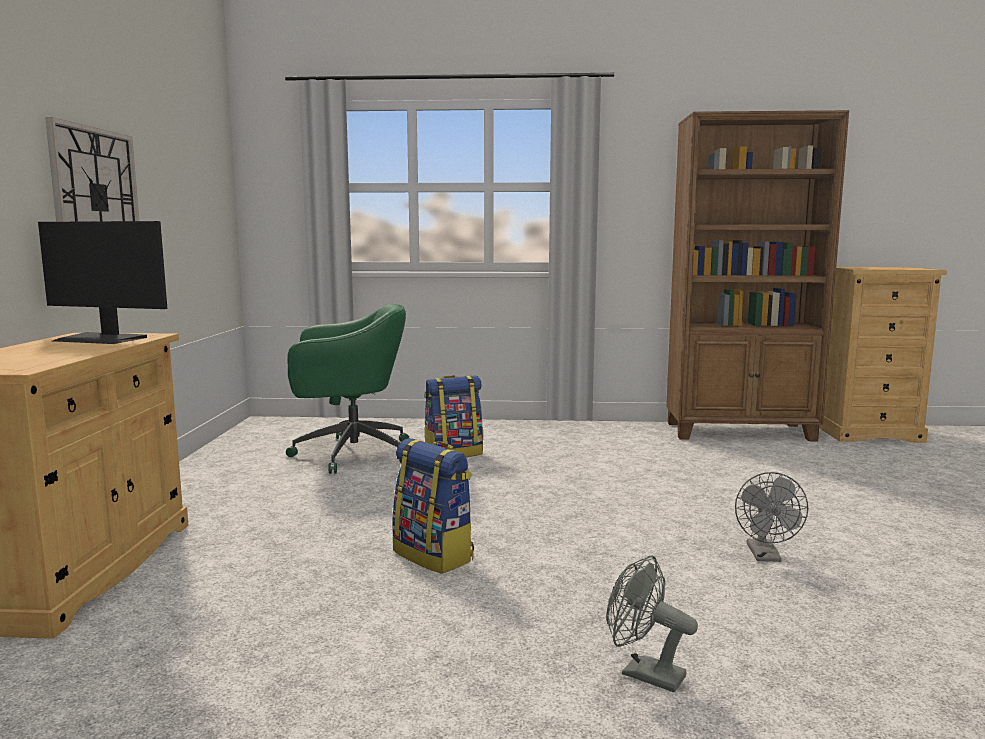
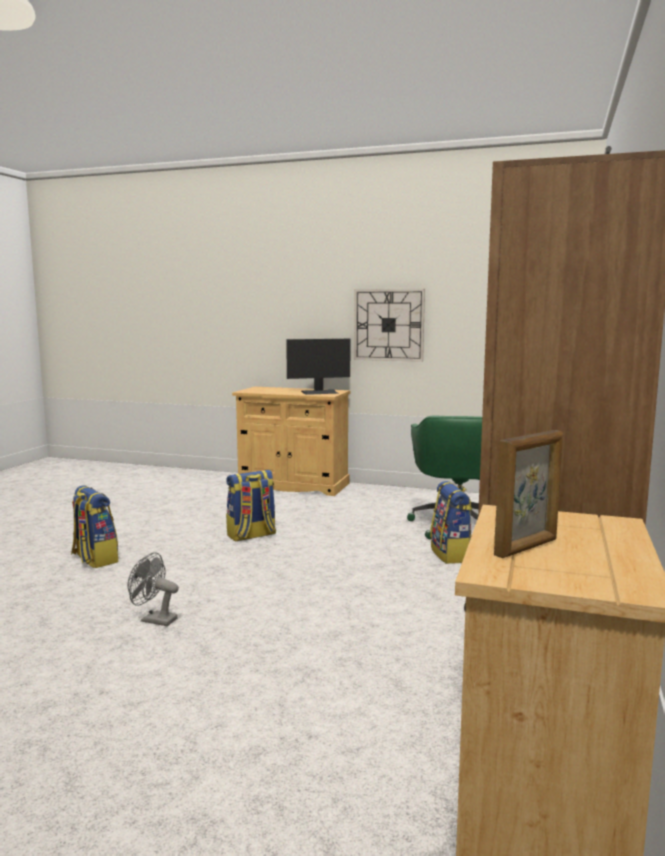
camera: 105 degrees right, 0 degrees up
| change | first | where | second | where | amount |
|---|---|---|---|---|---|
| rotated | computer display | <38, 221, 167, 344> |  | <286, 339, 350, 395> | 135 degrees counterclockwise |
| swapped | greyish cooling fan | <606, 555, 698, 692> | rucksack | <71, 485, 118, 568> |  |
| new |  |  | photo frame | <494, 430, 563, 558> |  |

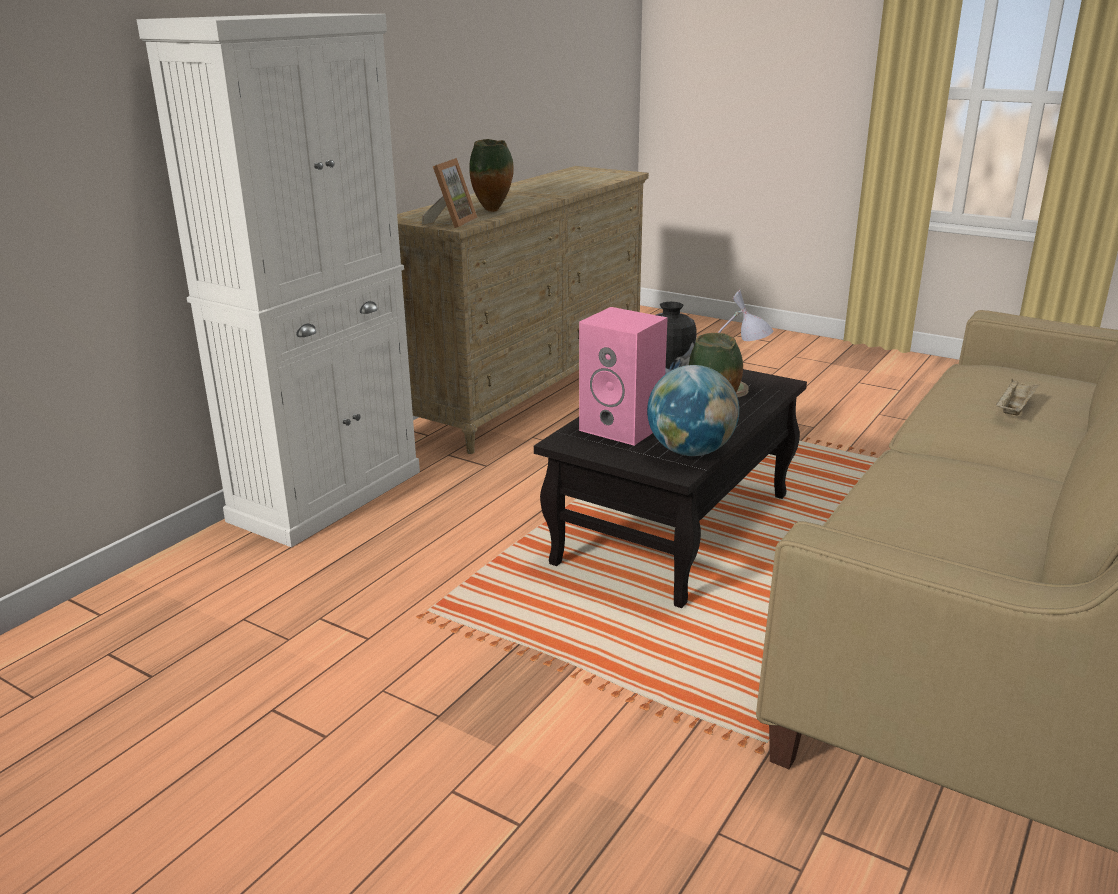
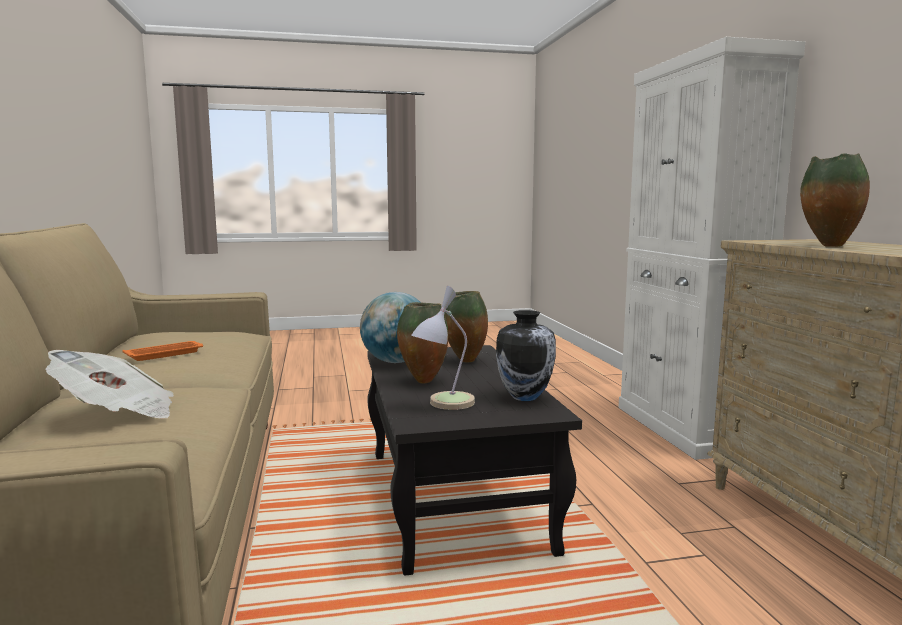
camera: 135 degrees right, 15 degrees down
| change | first | where | second | where | amount |
|---|---|---|---|---|---|
| gone | photo frame | <422, 158, 478, 228> |  |  |  |
| swapped | pinkish speaker | <579, 307, 668, 446> | flower vase | <444, 291, 488, 363> |  |
| swapped | beige-coloured tray | <996, 379, 1040, 415> | newspaper | <45, 350, 174, 419> |  |
| new |  |  | orange-coloured tray | <122, 341, 203, 361> |  |

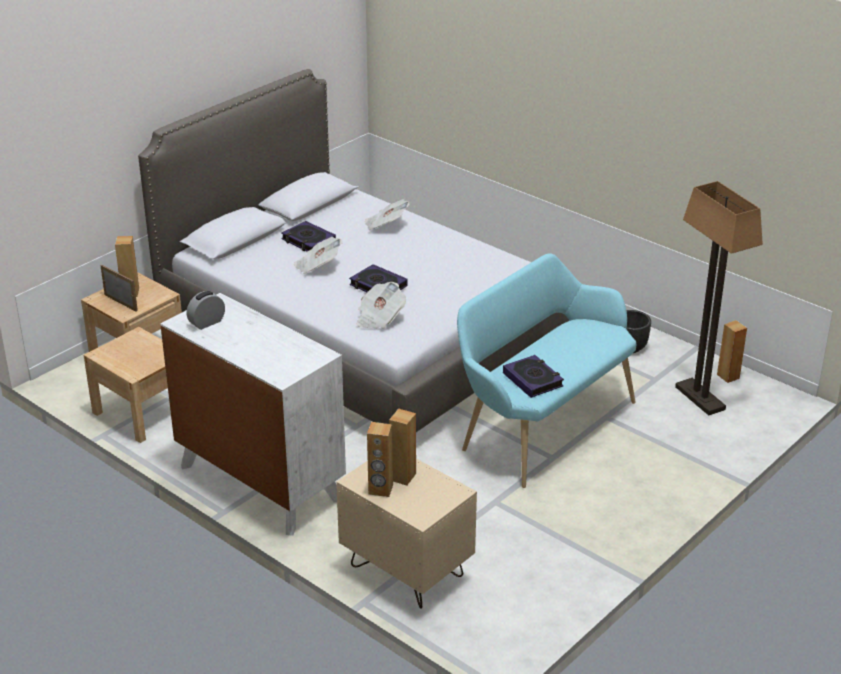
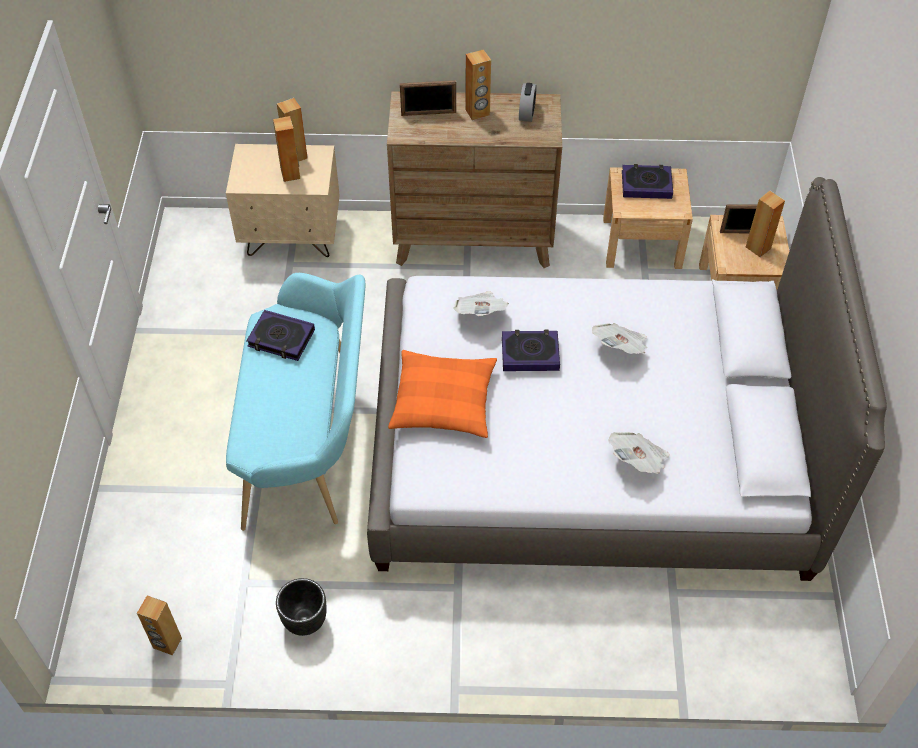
camera: 140 degrees right, 20 degrees up
| change | first | where | second | where | amount |
|---|---|---|---|---|---|
| gone | floor lamp | <675, 181, 763, 415> |  |  |  |
| shifted | volume | <281, 221, 336, 251> |  | <622, 164, 673, 199> |  |
| repainted | whitish drawer chest | <160, 293, 346, 536> | brownish drawer chest | <387, 91, 562, 268> |  |
| new |  |  | brownish speaker | <465, 50, 491, 120> |  |
| new |  |  | photo frame | <400, 80, 456, 116> |  |
| new |  |  | orange-coloured throw pillow | <388, 350, 497, 438> |  |

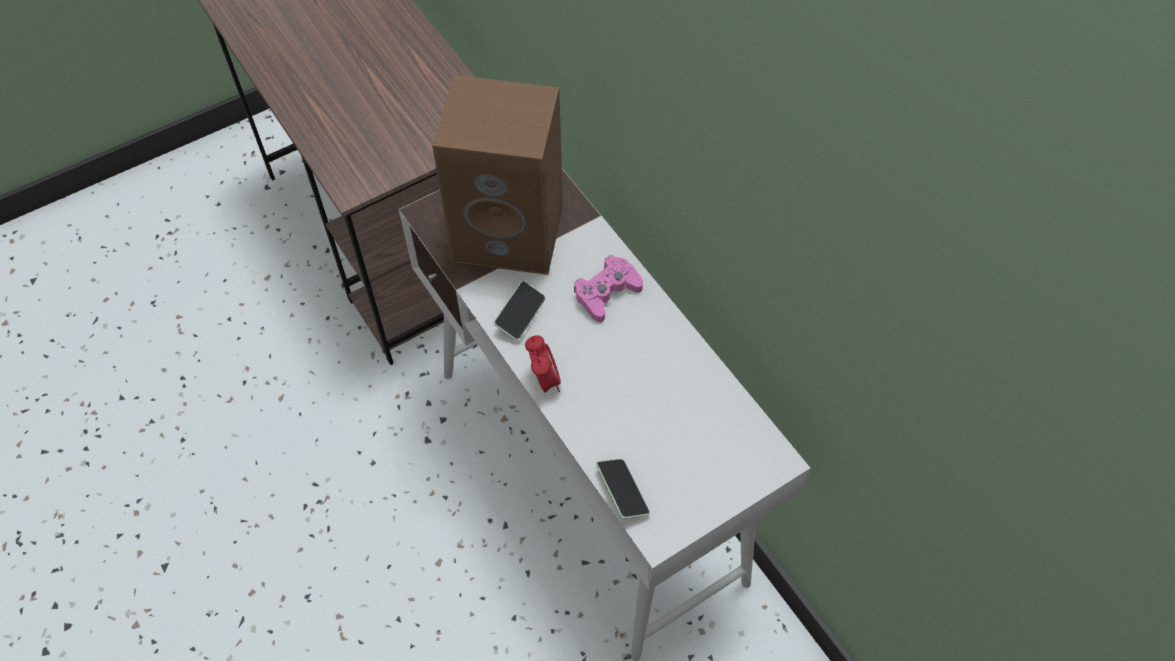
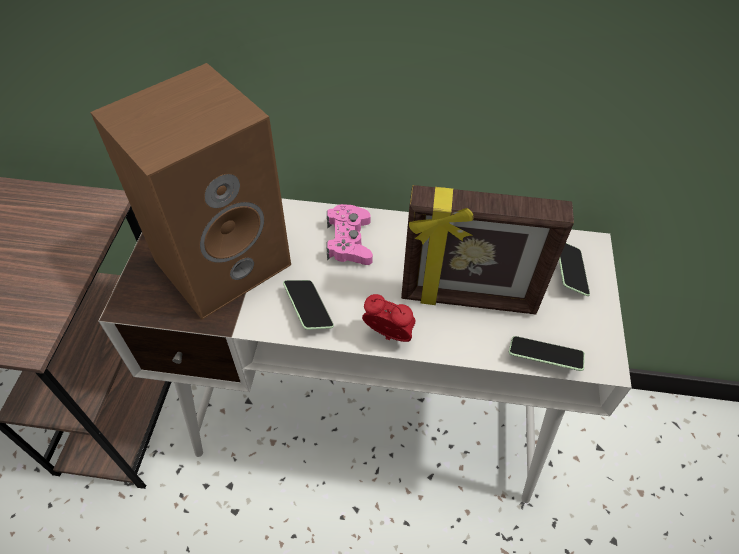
camera: 50 degrees left, 5 degrees down
| change | first | where | second | where | amount |
|---|---|---|---|---|---|
| new |  |  | photo frame | <401, 185, 574, 314> |  |
| new |  |  | handset | <559, 243, 590, 296> |  |

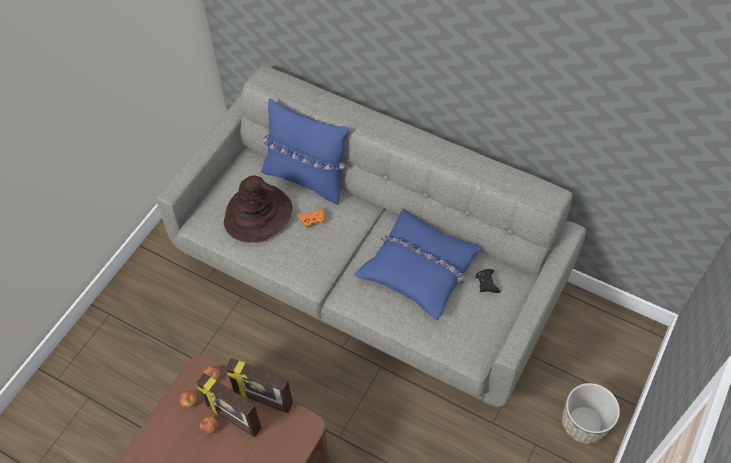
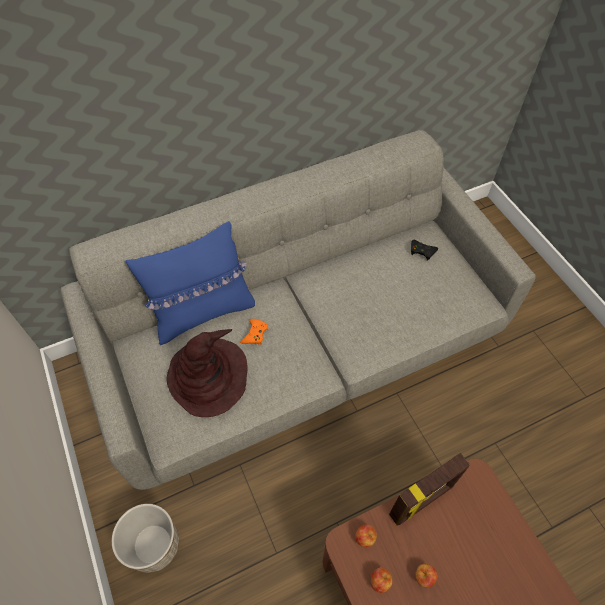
camera: 55 degrees left, 0 degrees up
| change | first | where | second | where | amount |
|---|---|---|---|---|---|
| gone | blue throw pillow | <354, 209, 482, 320> |  |  |  |
| gone | photo frame | <197, 373, 262, 437> |  |  |  |
| shifted | plant pot | <562, 383, 620, 444> |  | <112, 504, 179, 573> |  |

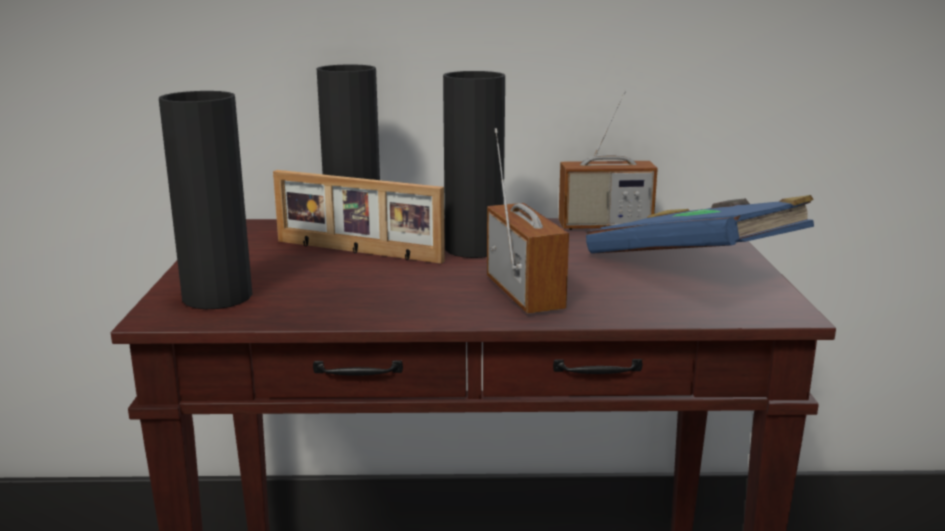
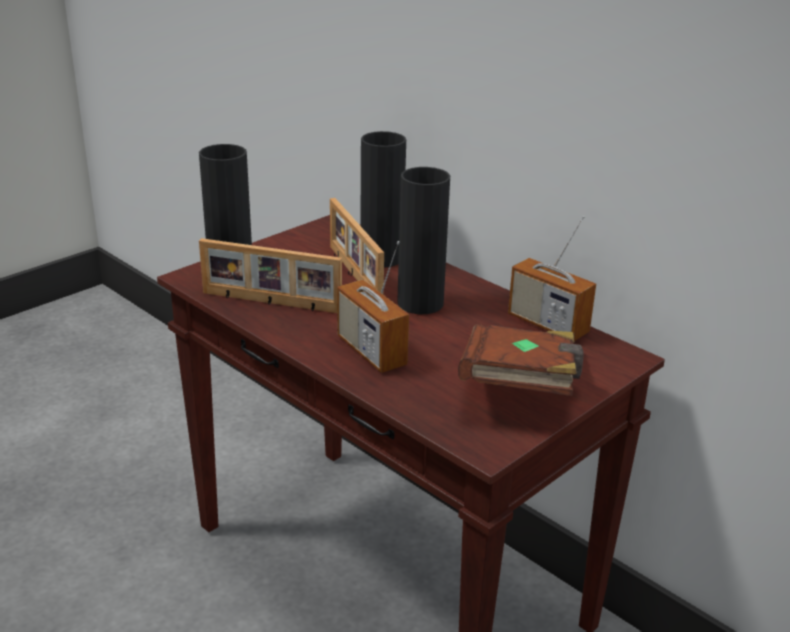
camera: 45 degrees right, 10 degrees up
| change | first | where | second | where | amount |
|---|---|---|---|---|---|
| rotated | radio set | <487, 128, 569, 313> |  | <337, 241, 409, 373> | 120 degrees clockwise |
| repainted | blue volume | <586, 195, 814, 254> | brownish volume | <458, 324, 584, 396> |  |
| new |  |  | photo frame | <199, 238, 342, 313> |  |

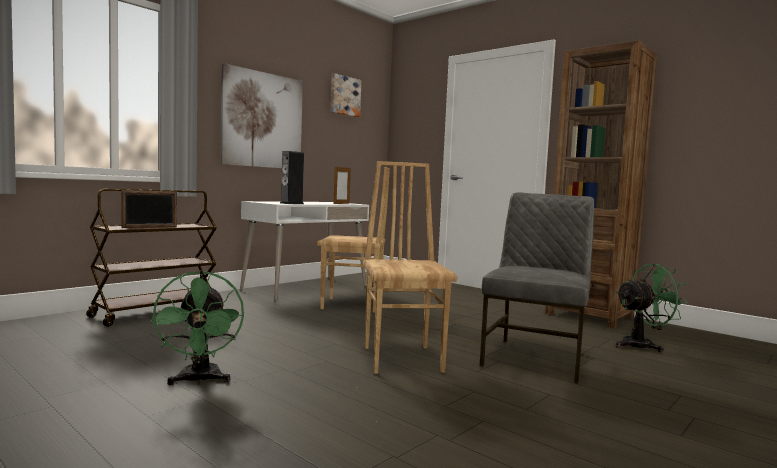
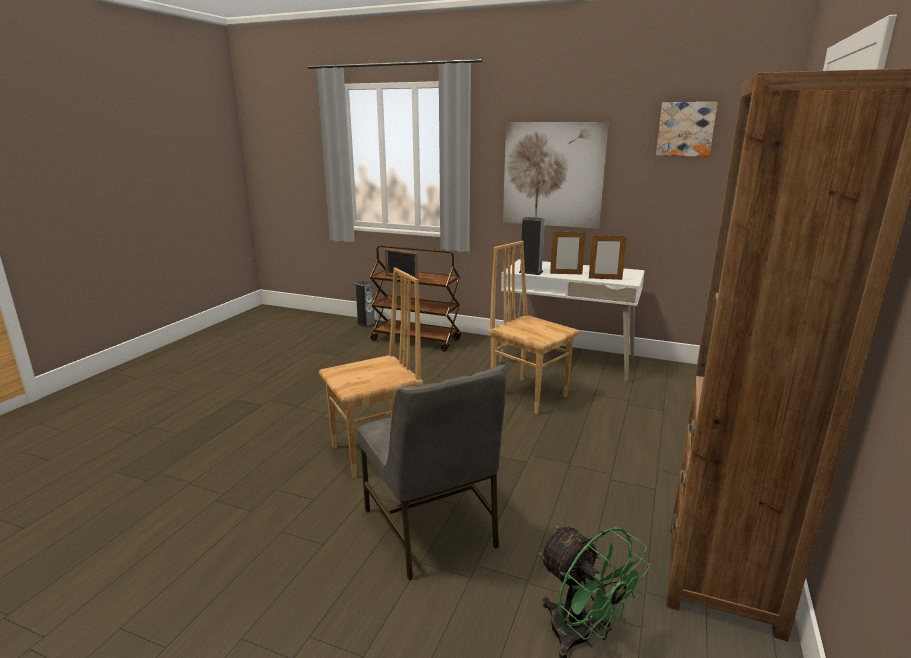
camera: 70 degrees right, 15 degrees up
| change | first | where | second | where | amount |
|---|---|---|---|---|---|
| rotated | brownish chair | <317, 167, 390, 313> |  | <488, 241, 579, 414> | 150 degrees clockwise |
| rotated | greyish chair | <479, 193, 594, 384> |  | <357, 364, 506, 580> | 60 degrees clockwise |
| gone | green-coloured cooling fan | <150, 271, 244, 385> |  |  |  |
| new |  |  | photo frame | <550, 232, 586, 274> |  |
| new |  |  | speaker | <355, 281, 376, 328> |  |

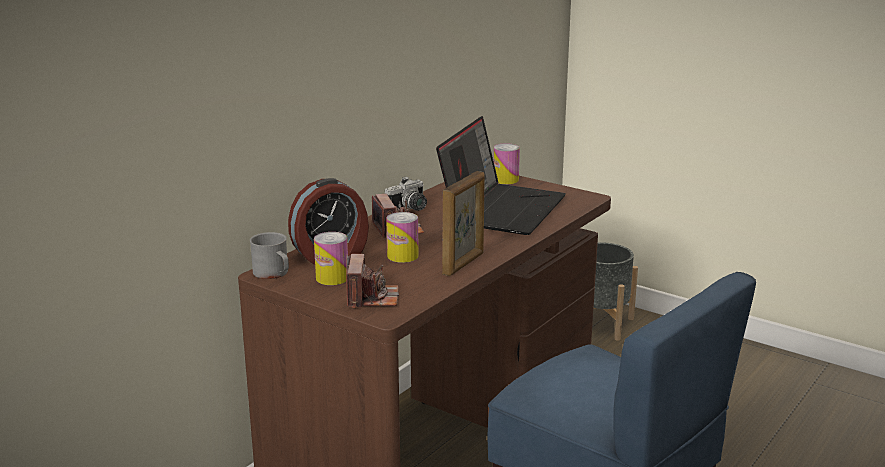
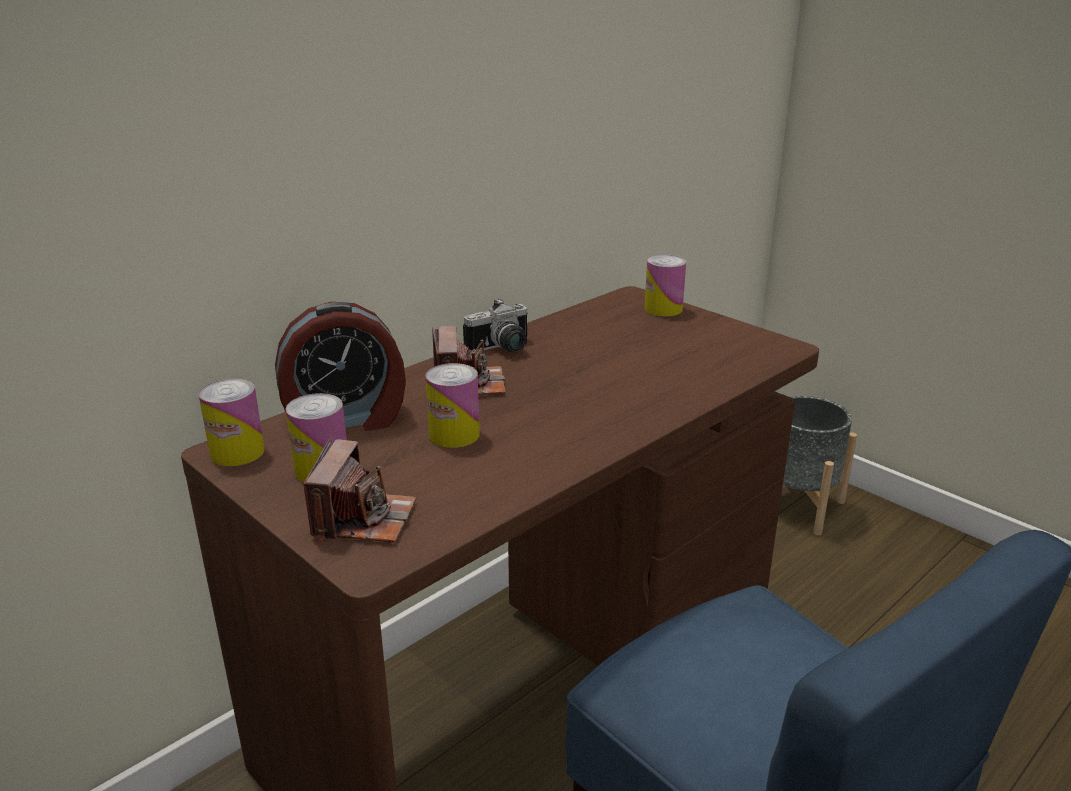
camera: 10 degrees right, 5 degrees up
| change | first | where | second | where | amount |
|---|---|---|---|---|---|
| gone | laptop | <436, 116, 566, 235> |  |  |  |
| gone | photo frame | <442, 171, 485, 276> |  |  |  |
| swapped | greyish mug | <250, 232, 289, 279> | sealed can | <198, 379, 264, 466> |  |

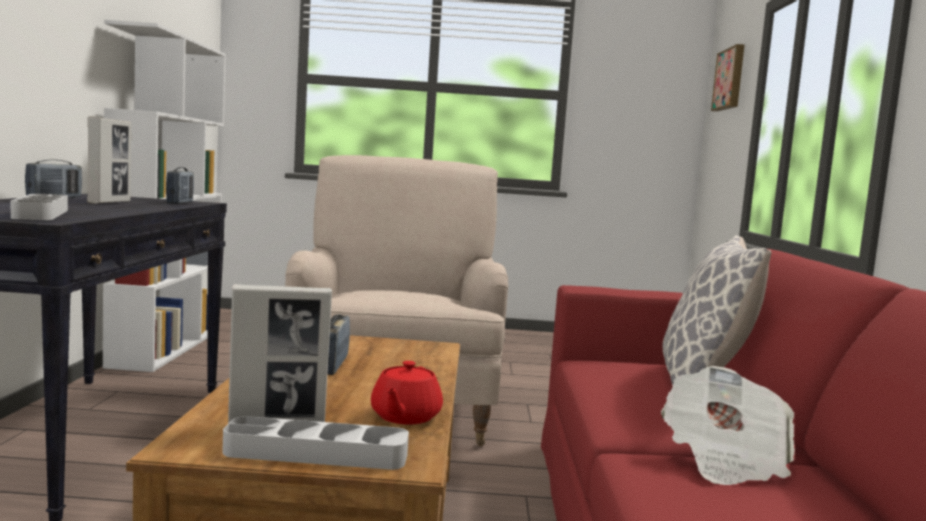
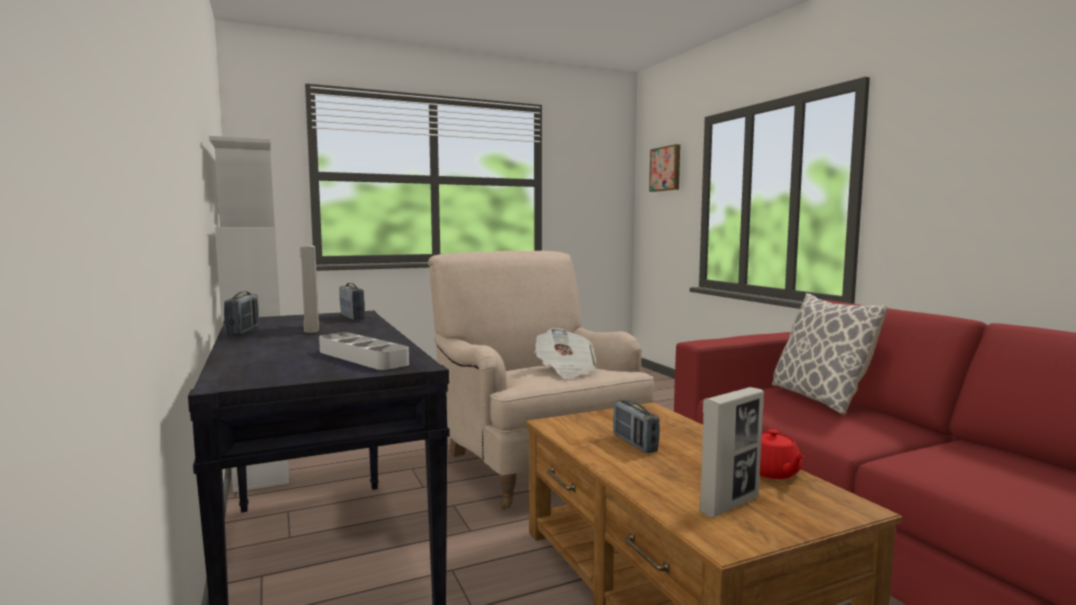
camera: 25 degrees left, 0 degrees up
| change | first | where | second | where | amount |
|---|---|---|---|---|---|
| shifted | newspaper | <661, 366, 795, 485> |  | <534, 328, 597, 379> |  |
| gone | greyish tray | <222, 416, 409, 470> |  |  |  |

